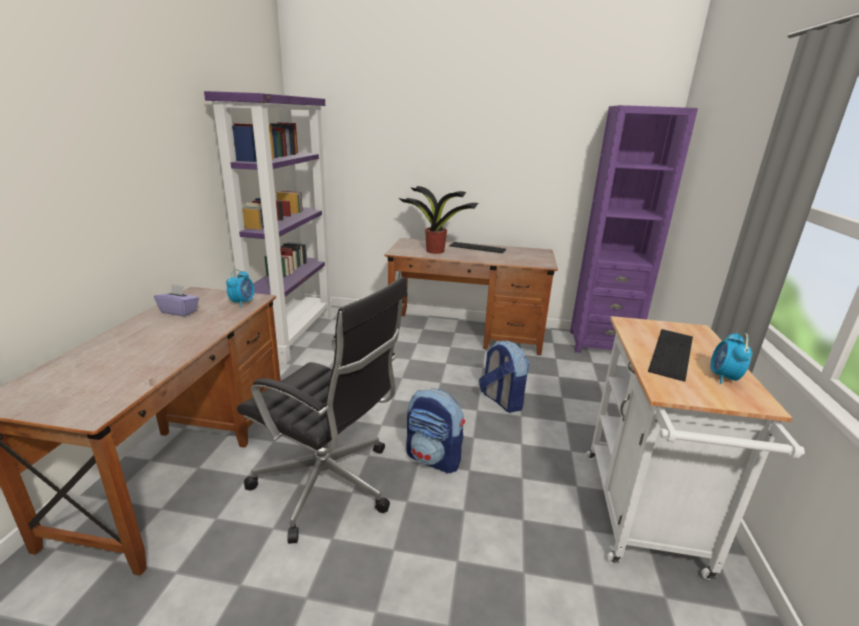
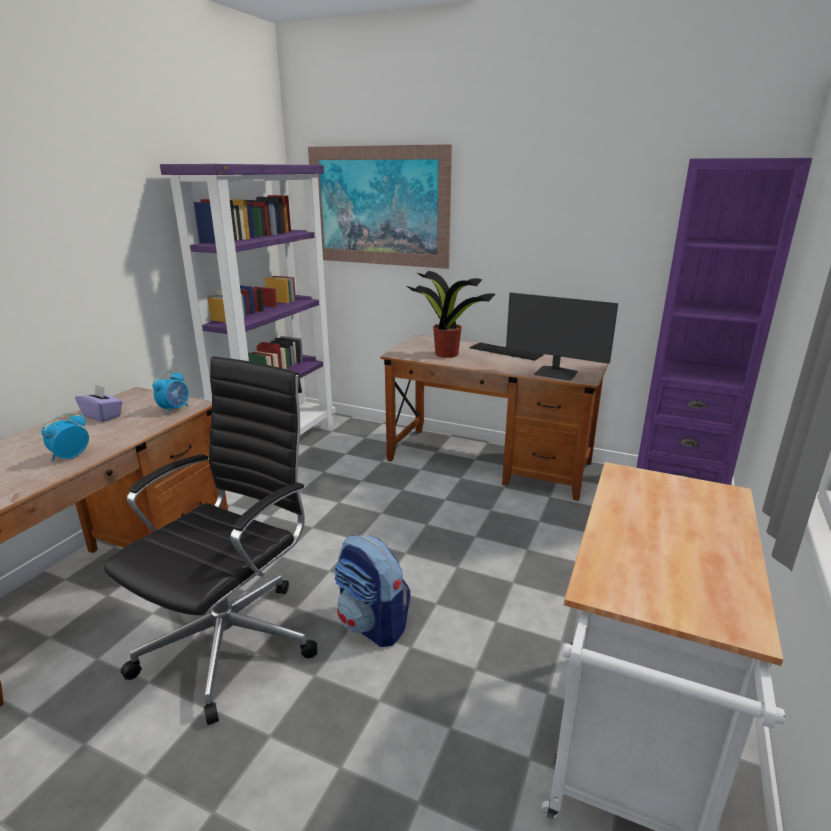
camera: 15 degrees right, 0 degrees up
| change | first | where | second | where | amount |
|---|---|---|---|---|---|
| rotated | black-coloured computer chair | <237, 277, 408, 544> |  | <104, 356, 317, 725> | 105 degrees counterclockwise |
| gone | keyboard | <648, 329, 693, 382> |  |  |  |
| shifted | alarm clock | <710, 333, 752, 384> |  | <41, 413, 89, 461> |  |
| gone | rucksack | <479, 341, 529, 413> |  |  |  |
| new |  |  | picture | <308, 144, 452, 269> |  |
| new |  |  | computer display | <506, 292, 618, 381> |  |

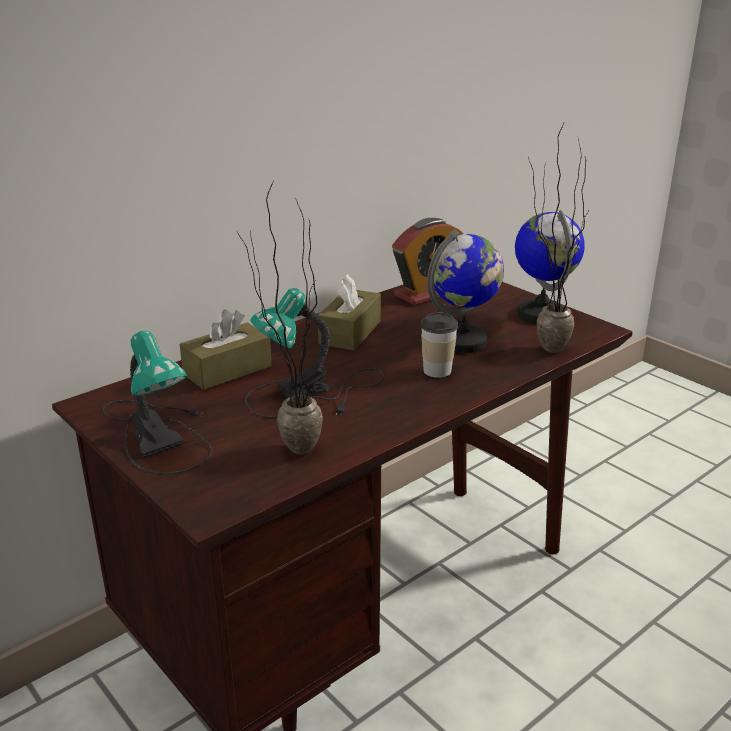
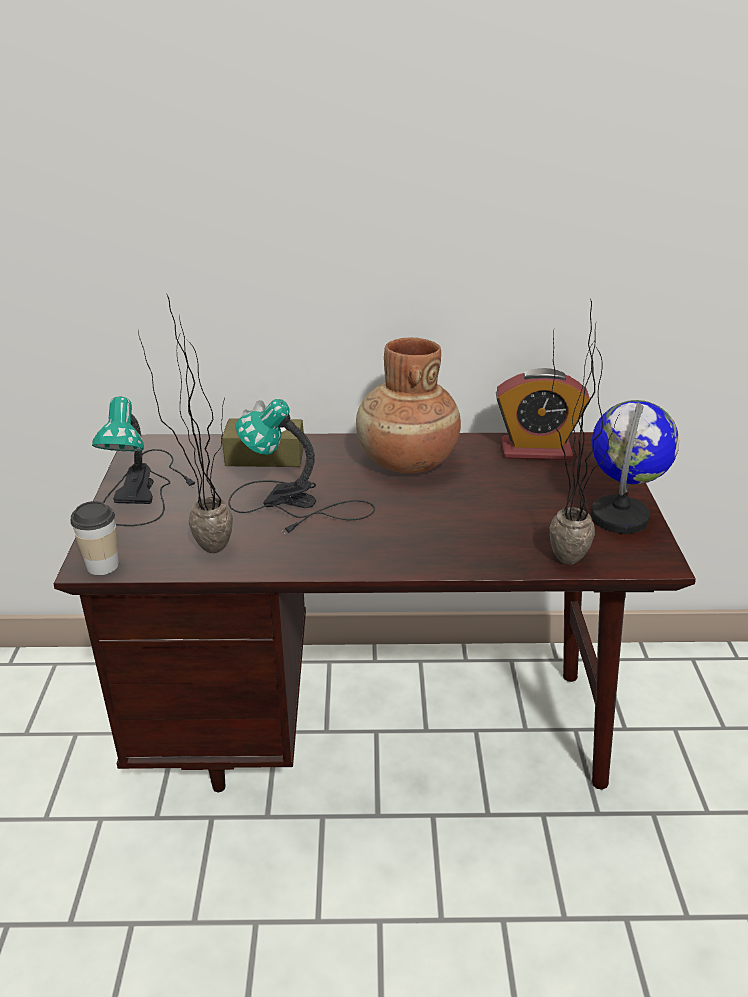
camera: 40 degrees right, 5 degrees up
| change | first | where | second | where | amount |
|---|---|---|---|---|---|
| gone | desk globe | <427, 229, 504, 353> |  |  |  |
| swapped | brownish tissue holder | <318, 274, 381, 351> | brownish flower vase | <356, 338, 461, 474> |  |
| shifted | cup | <421, 312, 458, 378> |  | <70, 501, 119, 575> |  |

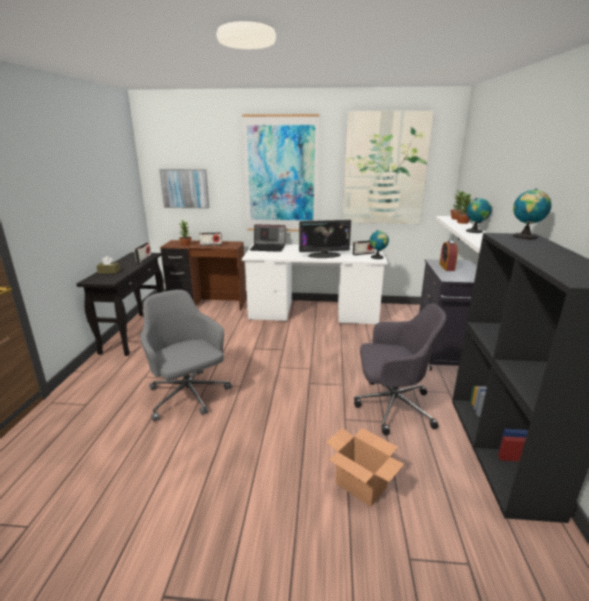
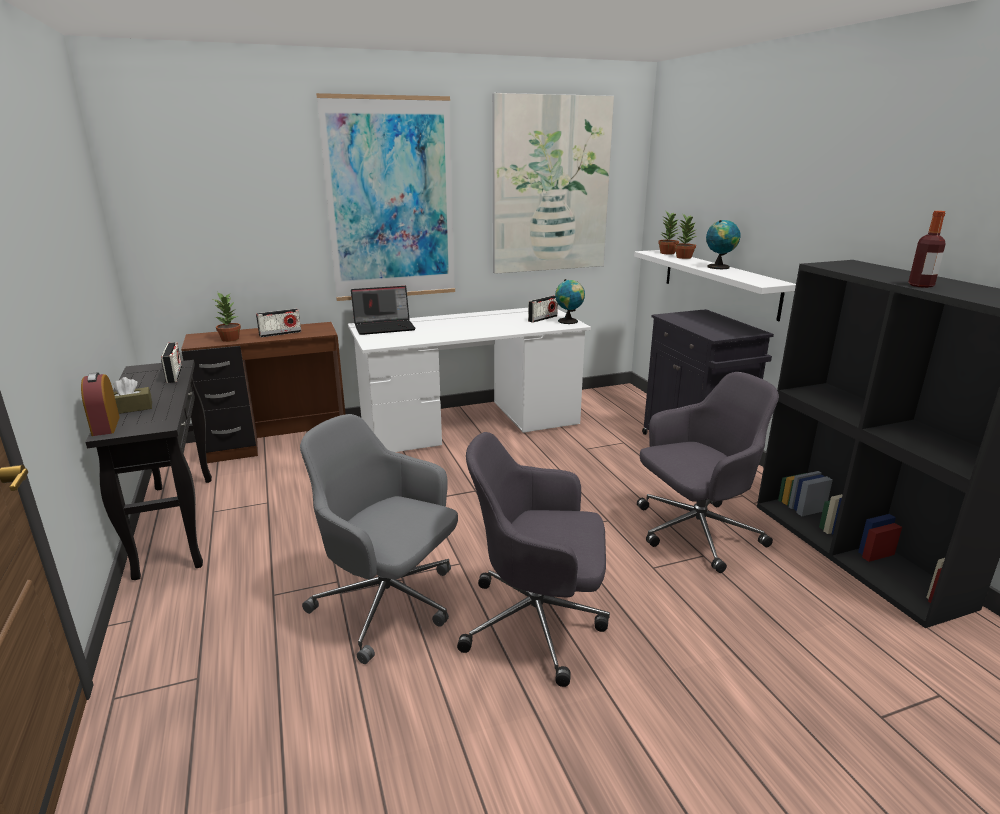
camera: 25 degrees left, 0 degrees up
| change | first | where | second | where | amount |
|---|---|---|---|---|---|
| gone | picture | <159, 169, 209, 209> |  |  |  |
| gone | desk globe | <513, 189, 551, 239> |  |  |  |
| gone | computer display | <299, 220, 351, 258> |  |  |  |
| shifted | alarm clock | <439, 241, 458, 271> |  | <81, 372, 120, 436> |  |
| gone | cardboard box | <326, 428, 404, 507> |  |  |  |
| new |  |  | bottle | <908, 211, 946, 288> |  |
| new |  |  | greyish computer chair | <457, 432, 610, 687> |  |

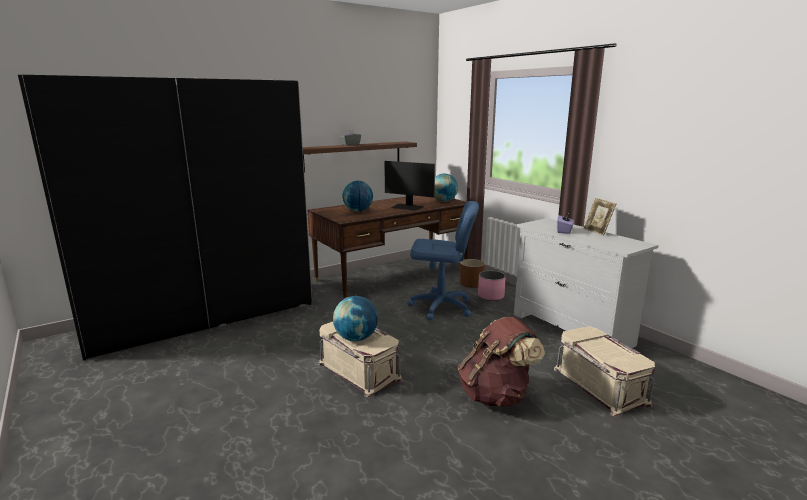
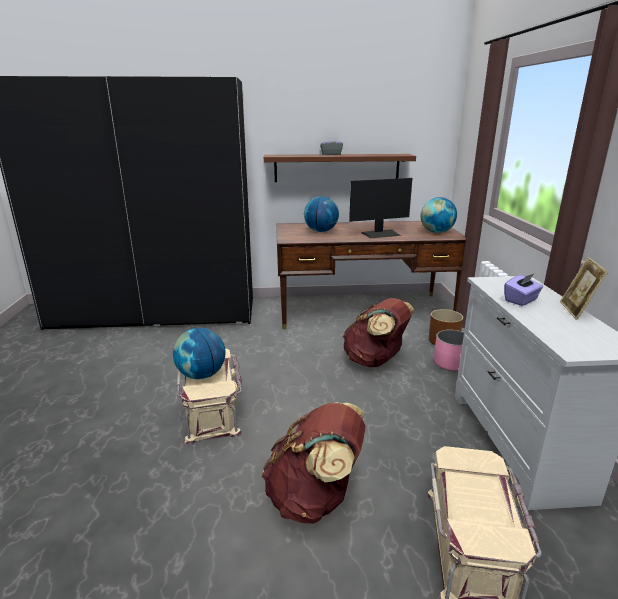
camera: 30 degrees right, 5 degrees up
| change | first | where | second | where | amount |
|---|---|---|---|---|---|
| rotated | computer display | <384, 161, 435, 211> |  | <349, 178, 412, 238> | 75 degrees counterclockwise |
| swapped | blue computer chair | <407, 201, 479, 320> | brownish rucksack | <343, 298, 415, 367> |  |

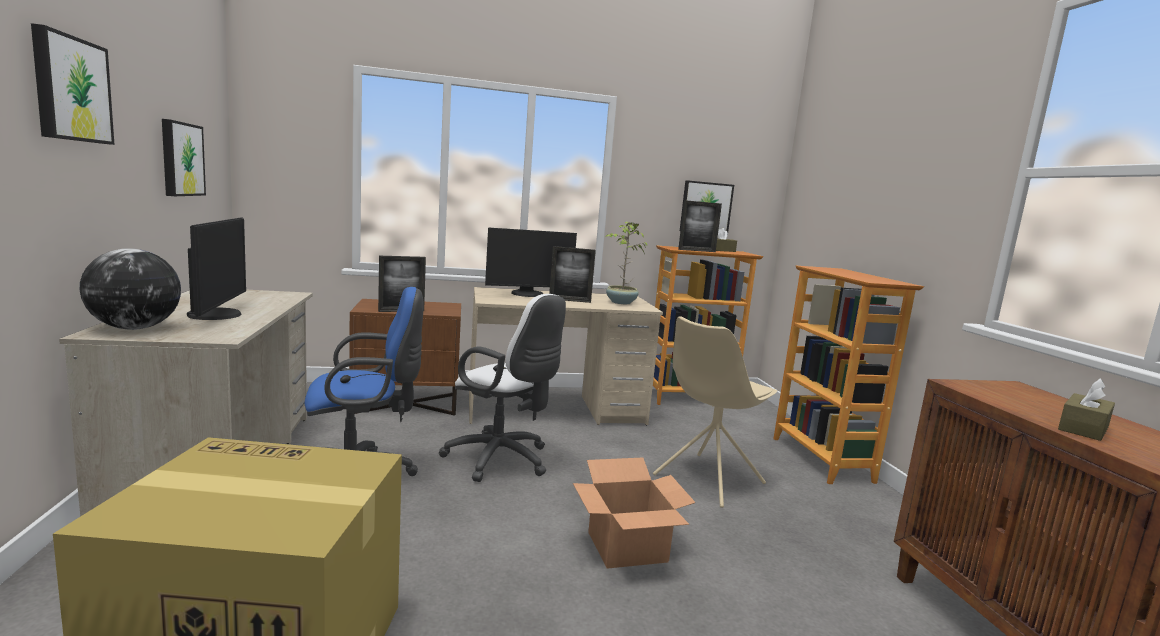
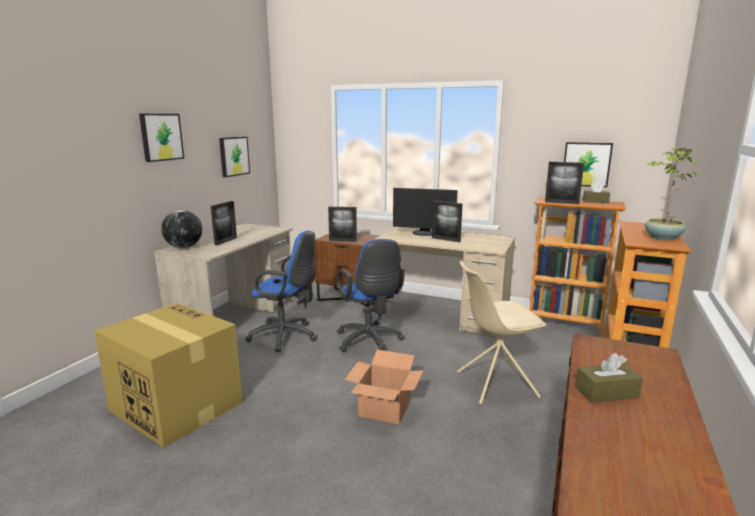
camera: 35 degrees right, 5 degrees up
| change | first | where | second | where | amount |
|---|---|---|---|---|---|
| swapped | computer display | <187, 218, 246, 320> | photo frame | <211, 201, 237, 245> |  |
| shifted | potted plant | <605, 222, 647, 304> |  | <645, 148, 698, 240> |  |
| repainted | whitish computer chair | <439, 294, 566, 482> | blue computer chair | <337, 239, 405, 352> |  |

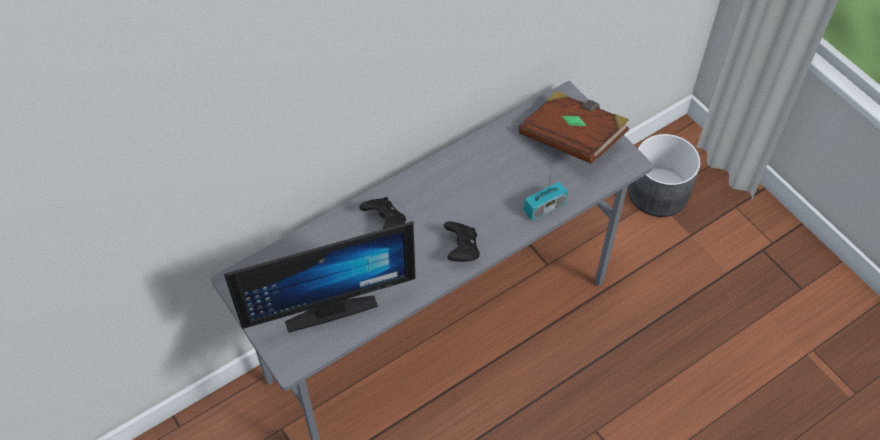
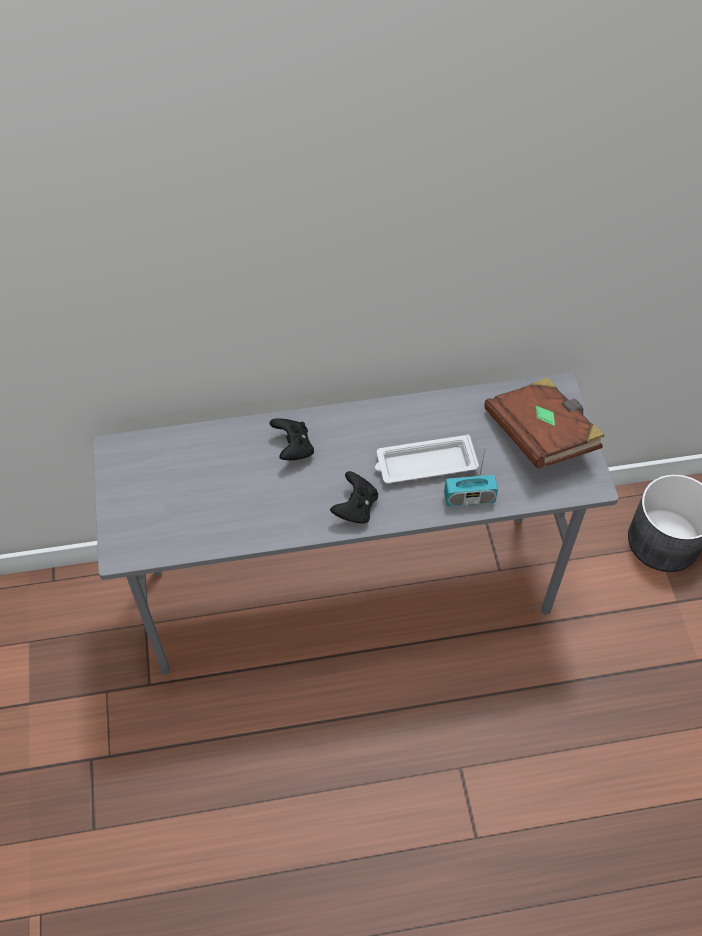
camera: 25 degrees right, 0 degrees up
| change | first | where | second | where | amount |
|---|---|---|---|---|---|
| gone | computer display | <224, 221, 416, 333> |  |  |  |
| new |  |  | whitish tray | <375, 434, 479, 484> |  |

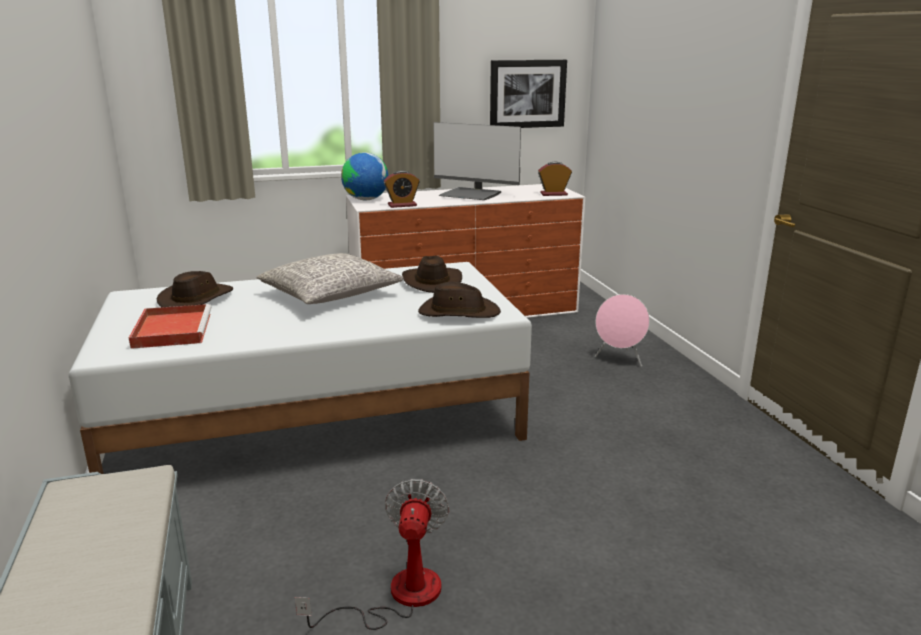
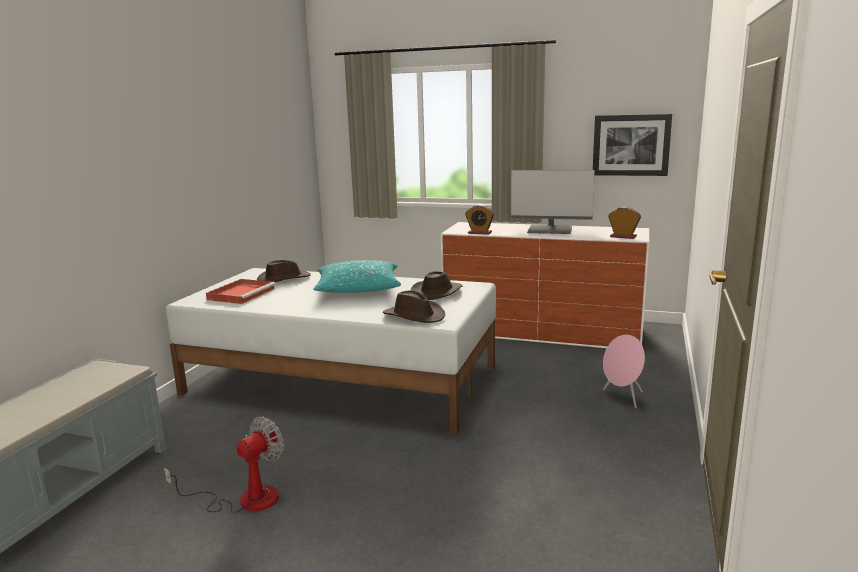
camera: 35 degrees right, 5 degrees down
| change | first | where | second | where | amount |
|---|---|---|---|---|---|
| rotated | computer display | <434, 122, 521, 200> |  | <511, 170, 595, 234> | 45 degrees counterclockwise |
| gone | desk globe | <341, 153, 389, 200> |  |  |  |
| repainted | greyish throw pillow | <256, 253, 404, 304> | turquoise throw pillow | <313, 260, 401, 293> |  |

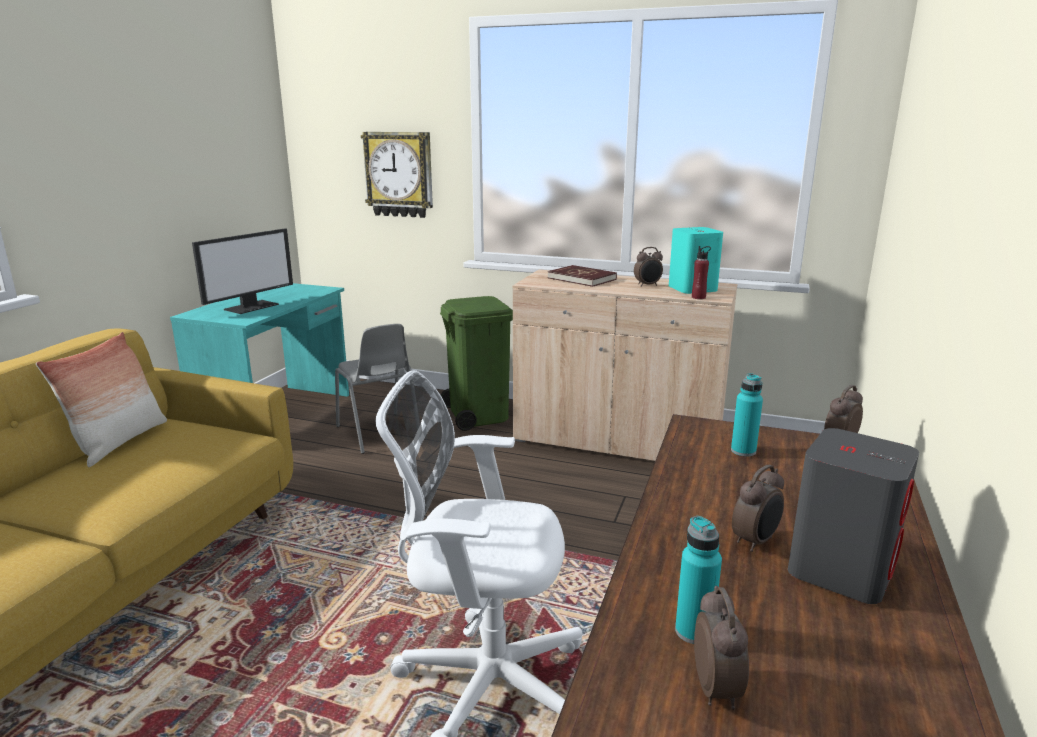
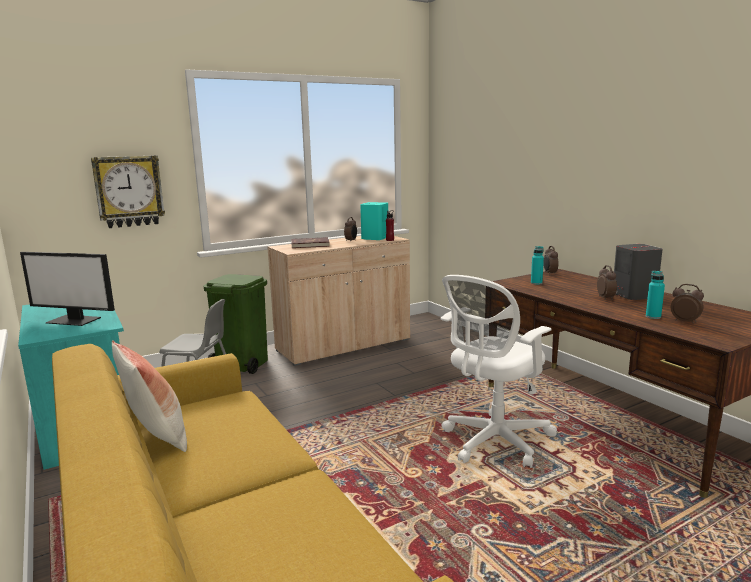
camera: 50 degrees left, 5 degrees down
| change | first | where | second | where | amount |
|---|---|---|---|---|---|
| rotated | computer display | <192, 228, 293, 314> |  | <20, 252, 115, 326> | 120 degrees clockwise |

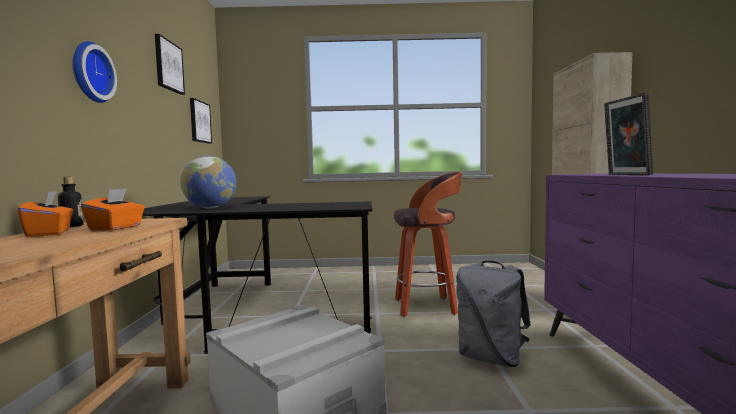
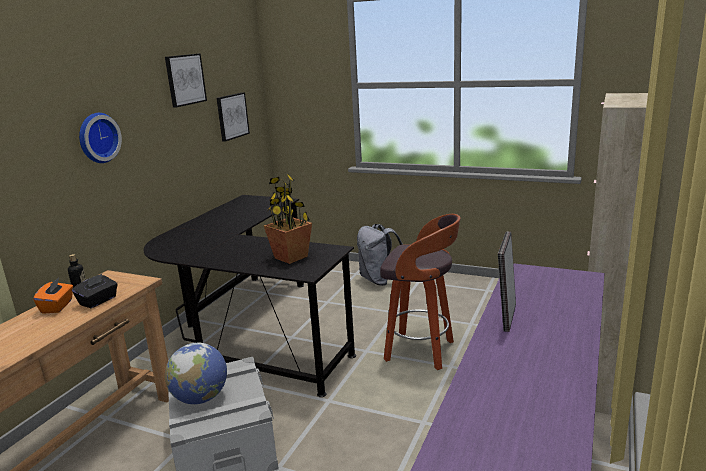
camera: 25 degrees right, 15 degrees up
| change | first | where | second | where | amount |
|---|---|---|---|---|---|
| shifted | desk globe | <180, 156, 236, 208> |  | <165, 343, 227, 404> |  |
| repainted | orange-coloured tissue holder | <81, 188, 145, 230> | black-coloured tissue holder | <72, 274, 118, 308> |  |
| shifted | greyish rucksack | <456, 261, 531, 367> |  | <357, 224, 403, 286> |  |
| new |  |  | potted plant | <264, 174, 312, 264> |  |

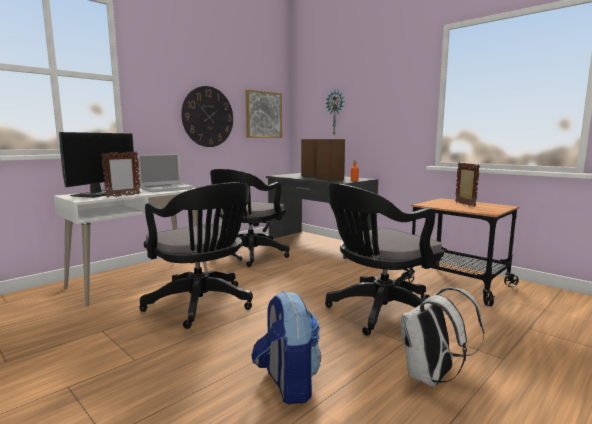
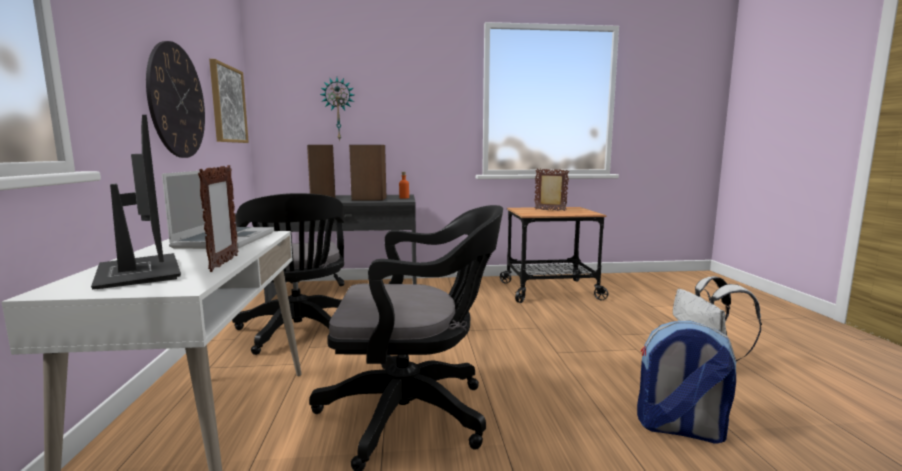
camera: 50 degrees left, 0 degrees up
| change | first | where | second | where | amount |
|---|---|---|---|---|---|
| gone | black-coloured computer chair | <325, 183, 444, 336> |  |  |  |

